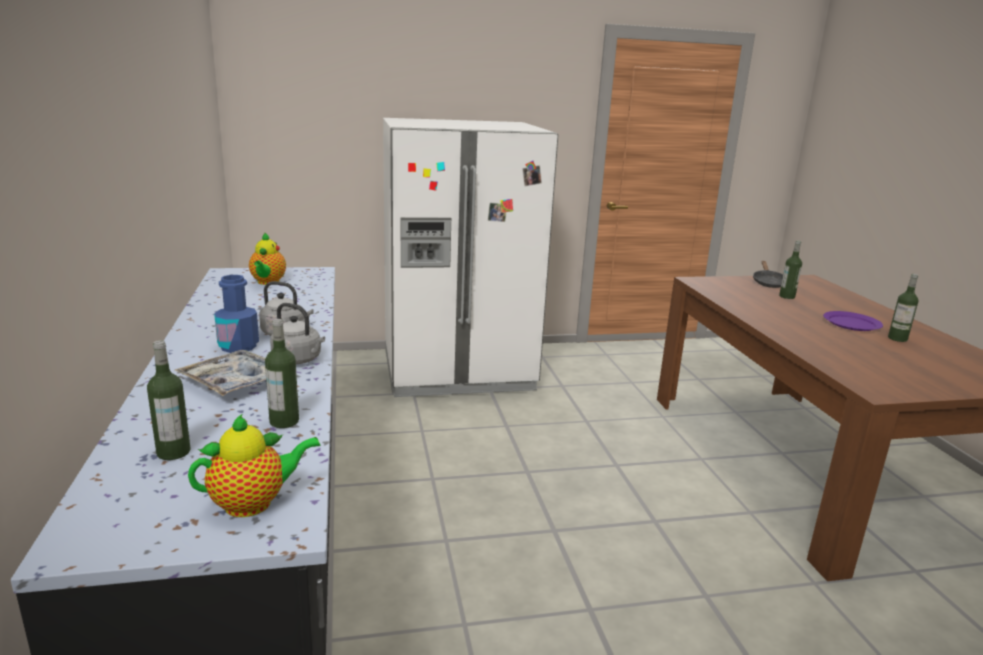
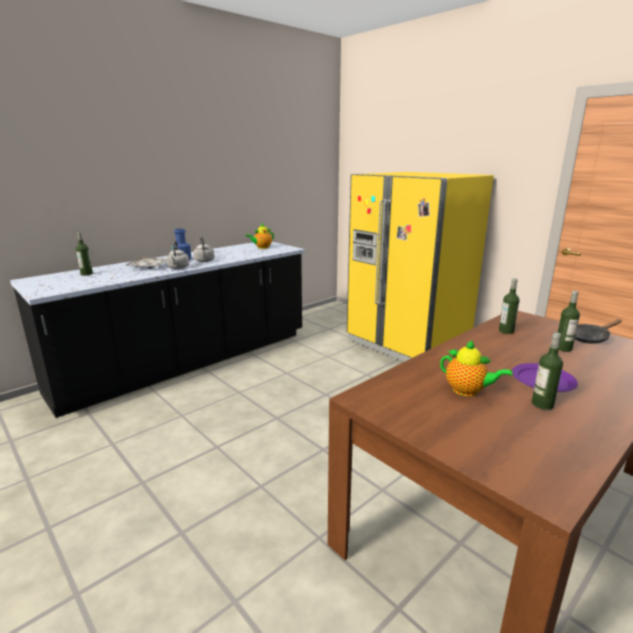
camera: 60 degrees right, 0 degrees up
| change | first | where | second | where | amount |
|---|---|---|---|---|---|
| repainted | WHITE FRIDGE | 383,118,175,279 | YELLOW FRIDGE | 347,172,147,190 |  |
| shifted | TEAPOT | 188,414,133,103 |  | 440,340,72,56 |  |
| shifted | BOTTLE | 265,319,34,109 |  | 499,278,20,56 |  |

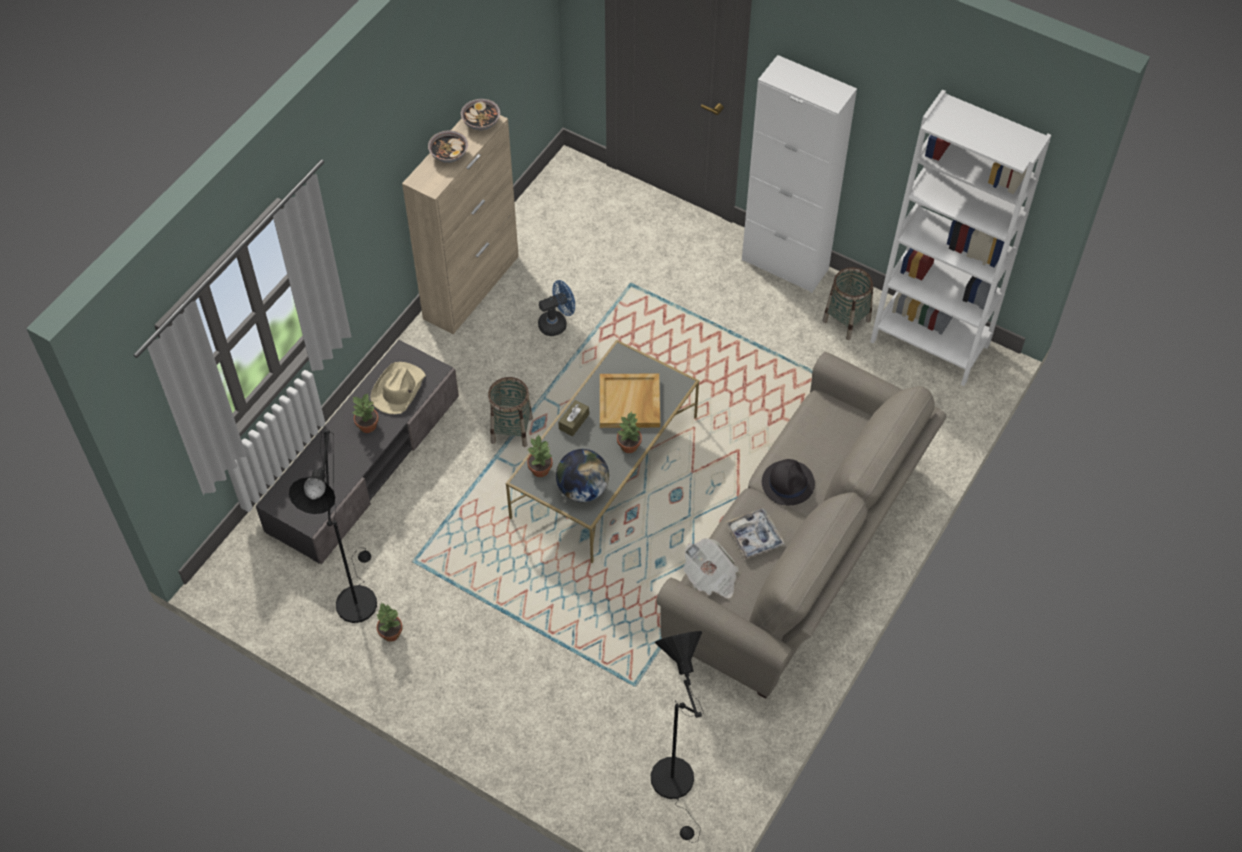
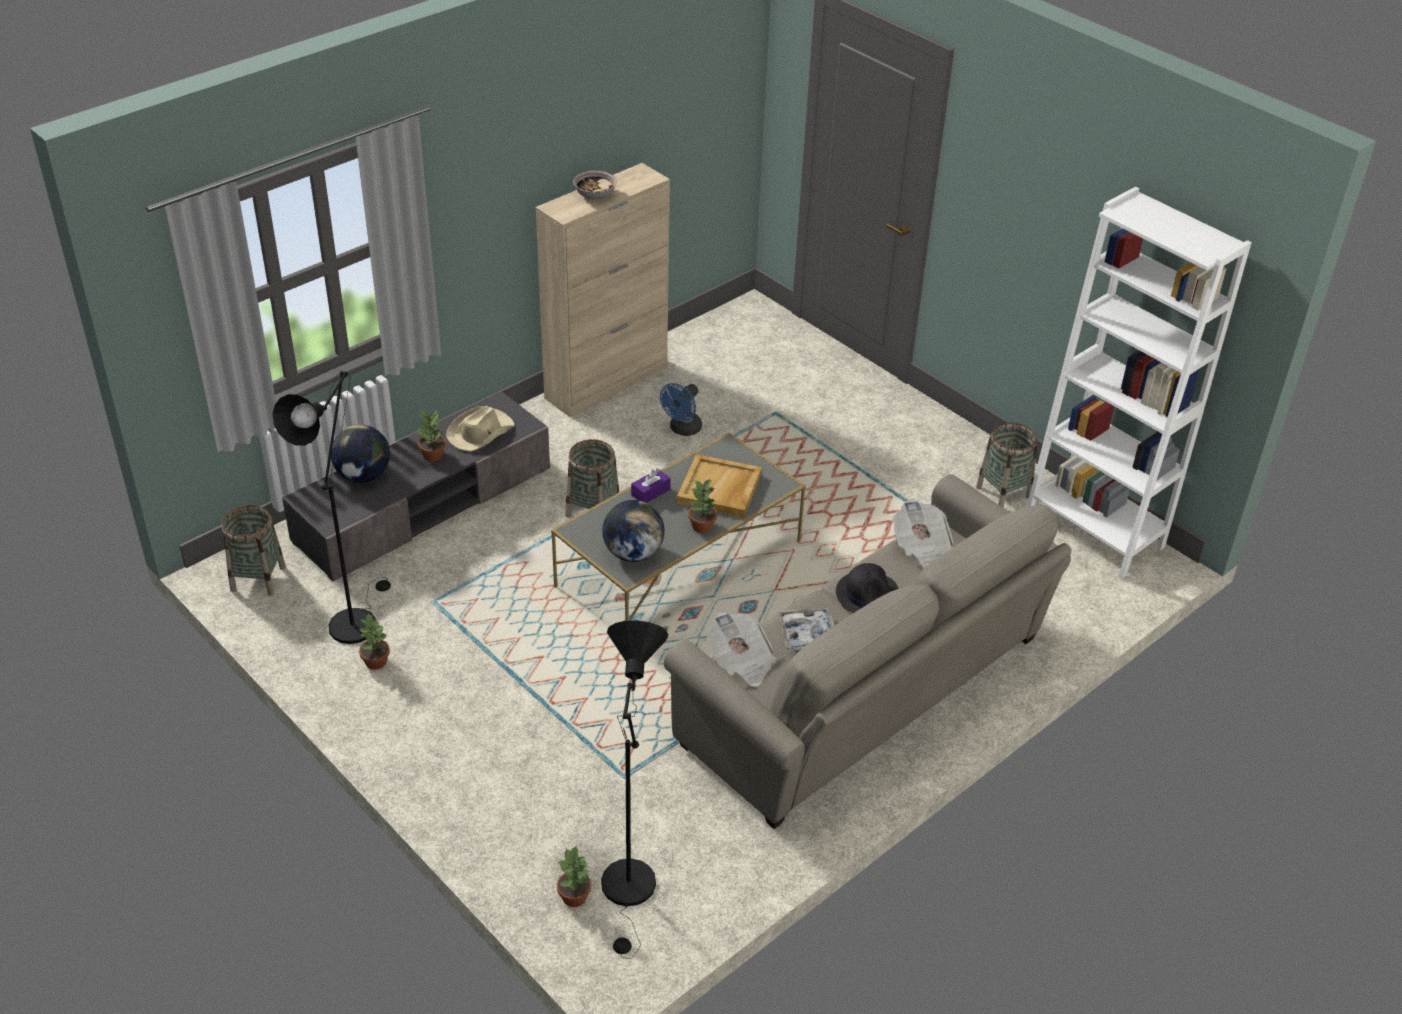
camera: 15 degrees right, 15 degrees down
| change | first | where | second | where | amount |
|---|---|---|---|---|---|
| new |  |  | BASKET | 222,505,64,91 |  |
| new |  |  | GLOBE | 331,424,59,59 |  |
| shifted | POTTED PLANT | 527,434,26,43 |  | 557,846,34,61 |  |
| repainted | BROWN TISSUE BOX | 558,400,31,36 | PURPLE TISSUE BOX | 631,468,40,35 |  |
| rotated | BLUE FAN | 538,280,37,56 |  | 660,383,42,53 | 135 degrees clockwise |
| new |  |  | NEWSPAPER | 893,499,60,70 |  |
| gone | BOWL | 461,99,39,31 |  |  |  |
| gone | WHITE CABINET | 742,55,115,238 |  |  |  |

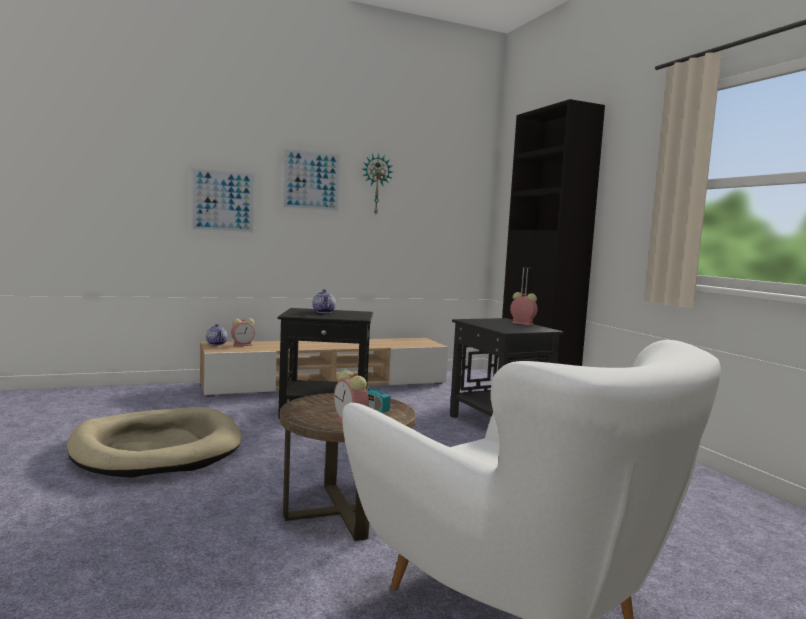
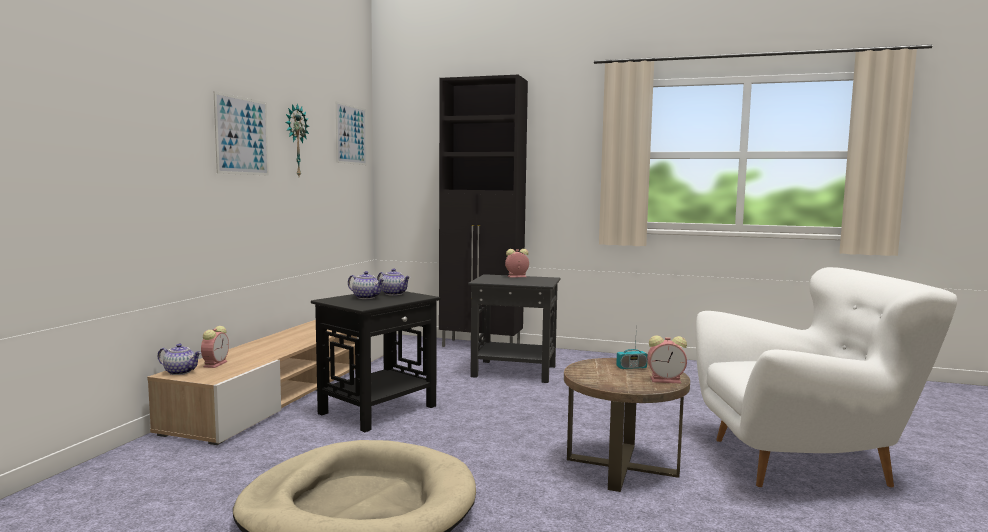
camera: 50 degrees left, 0 degrees up
| change | first | where | second | where | amount |
|---|---|---|---|---|---|
| shifted | PICTURE | 191,167,65,67 |  | 336,101,31,64 |  |
| new |  |  | TEAPOT | 377,269,33,27 |  |

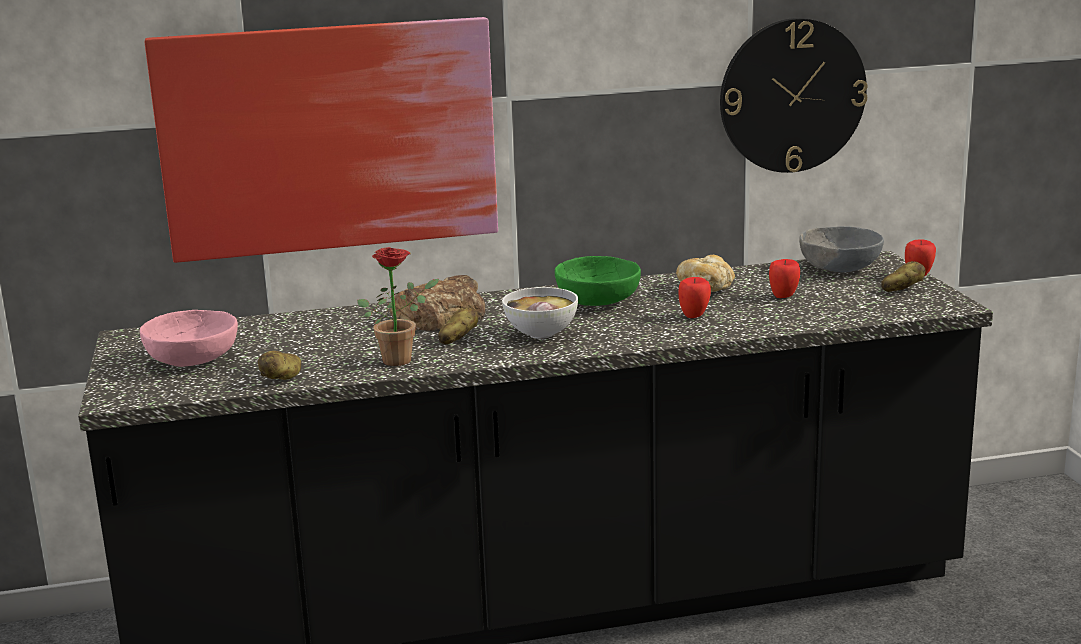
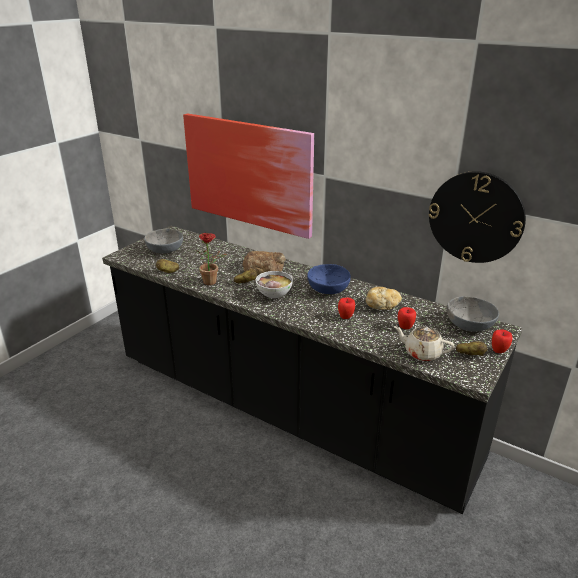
camera: 45 degrees right, 10 degrees up
| change | first | where | second | where | amount |
|---|---|---|---|---|---|
| repainted | PINK BOWL | 140,310,98,57 | GREY BOWL | 144,229,39,25 |  |
| repainted | GREEN BOWL | 555,256,86,50 | BLUE BOWL | 307,264,44,30 |  |
| new |  |  | BEIGE TEAPOT | 394,326,61,35 |  |

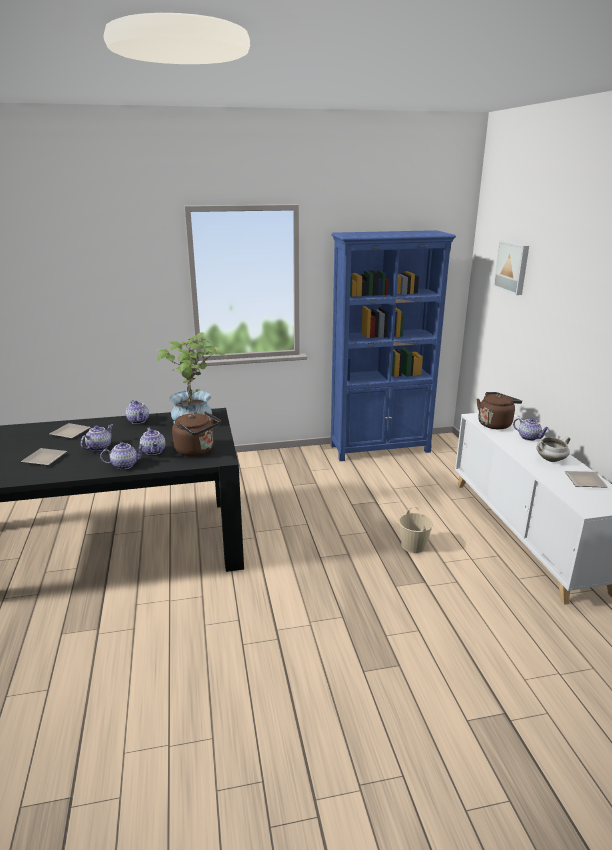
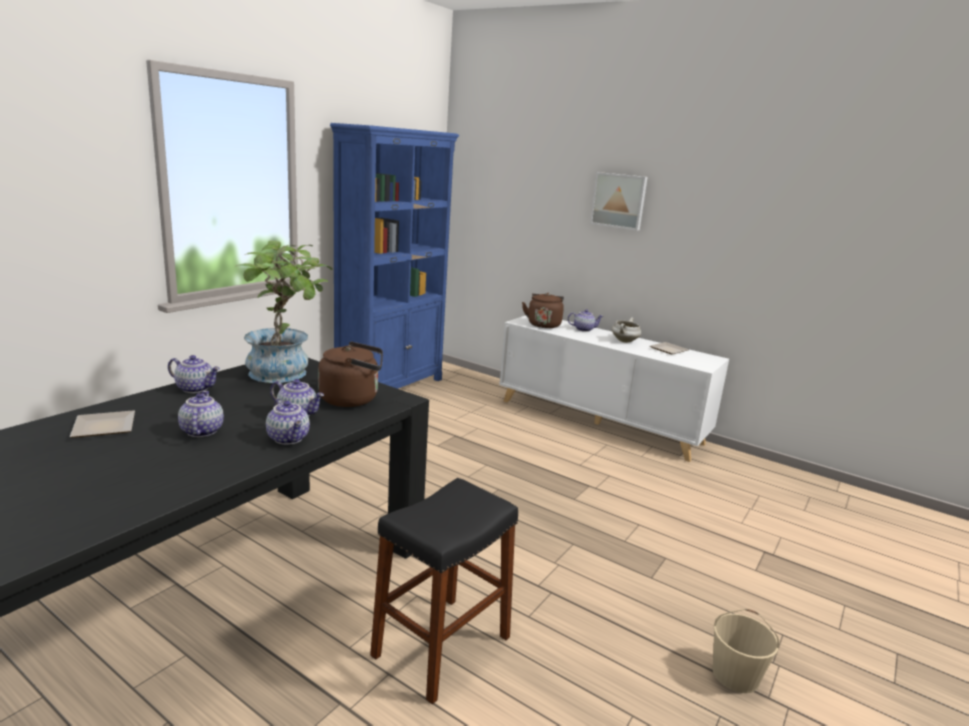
camera: 45 degrees left, 5 degrees down
| change | first | where | second | where | amount |
|---|---|---|---|---|---|
| rotated | TEAPOT | 100,442,45,27 |  | 266,399,44,46 | 120 degrees clockwise |
| new |  |  | BLACK STOOL | 370,478,148,226 |  |
| shifted | PICTURE | 493,240,36,55 |  | 590,172,58,59 |  |
| shifted | BEIGE BUCKET | 399,507,34,46 |  | 712,609,68,84 |  |
| gone | PLATE | 21,448,46,17 |  |  |  |

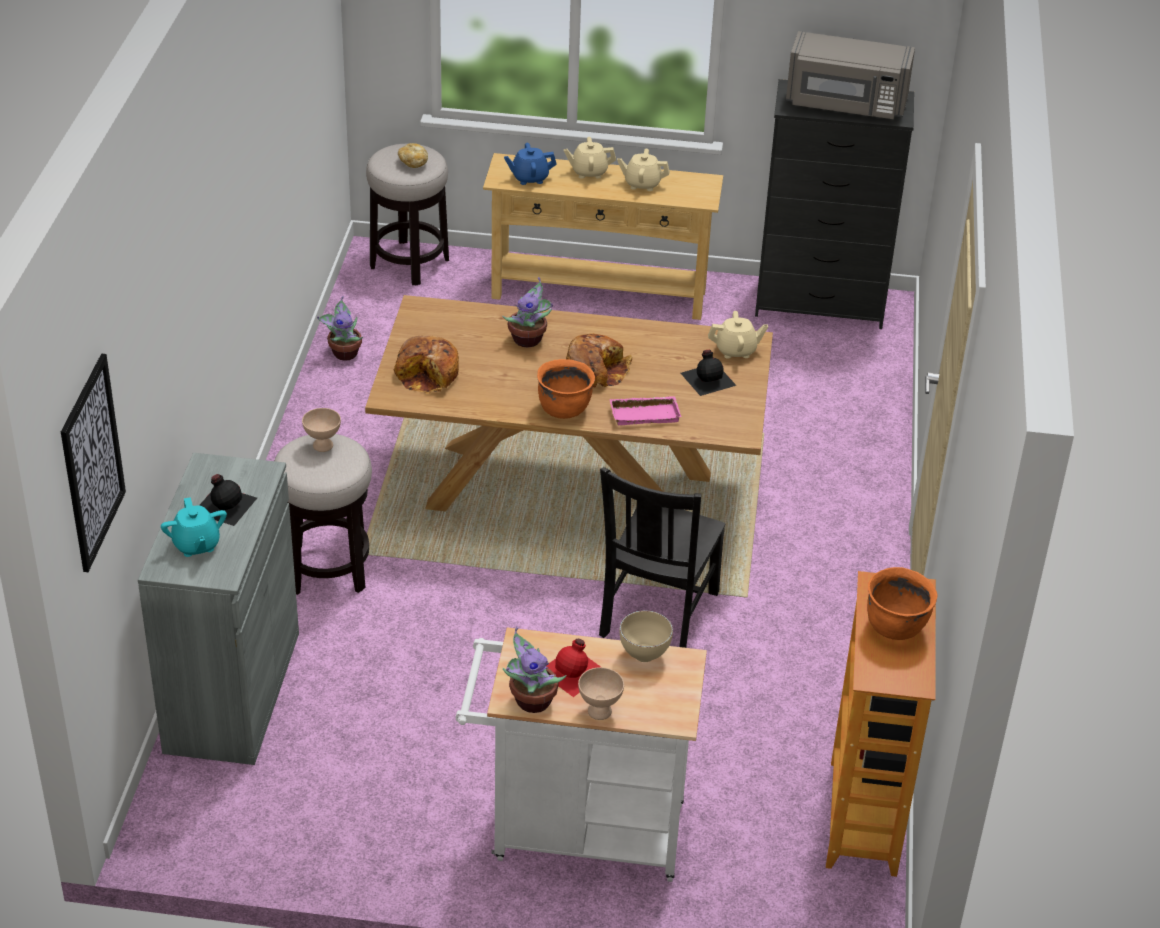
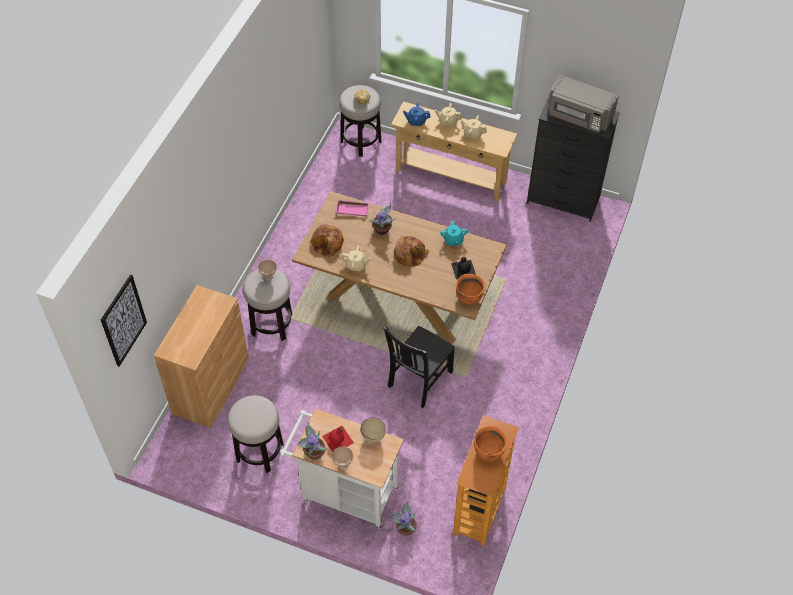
camera: 15 degrees right, 15 degrees up
| change | first | where | second | where | amount |
|---|---|---|---|---|---|
| repainted | GREY CABINET | 138,453,161,312 | BROWN CABINET | 154,285,95,143 |  |
| new |  |  | STOOL | 228,395,56,78 |  |
| shifted | PINK TRAY | 609,396,72,29 |  | 336,200,33,16 |  |
| shifted | BEIGE TEAPOT | 708,311,60,48 |  | 341,245,30,26 |  |
| shifted | POTTED PLANT | 317,296,46,65 |  | 390,500,26,36 |  |
| shifted | TURQUOISE TEAPOT | 161,497,66,60 |  | 440,221,28,25 |  |
| shifted | ORANGE COOKING POT | 537,359,58,60 |  | 456,274,29,31 |  |
| gone | BLACK BOTTLE | 199,474,58,52 |  |  |  |

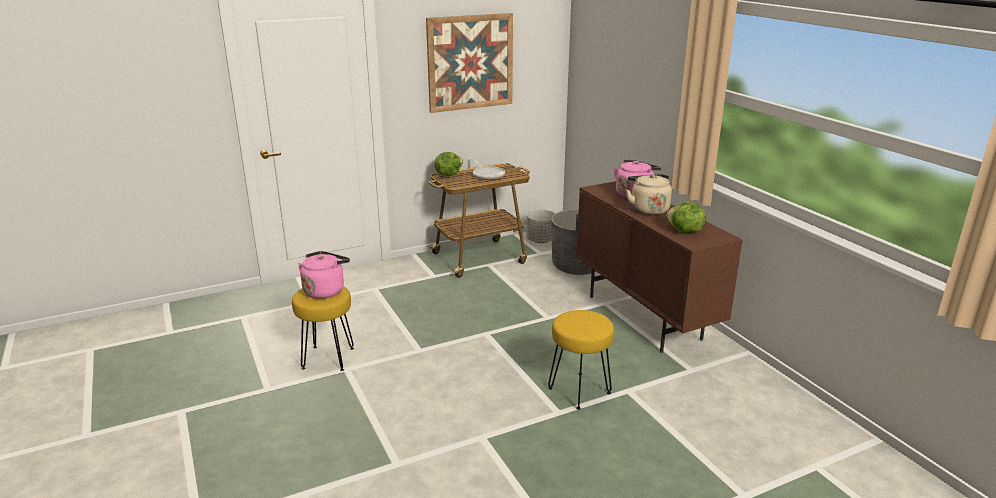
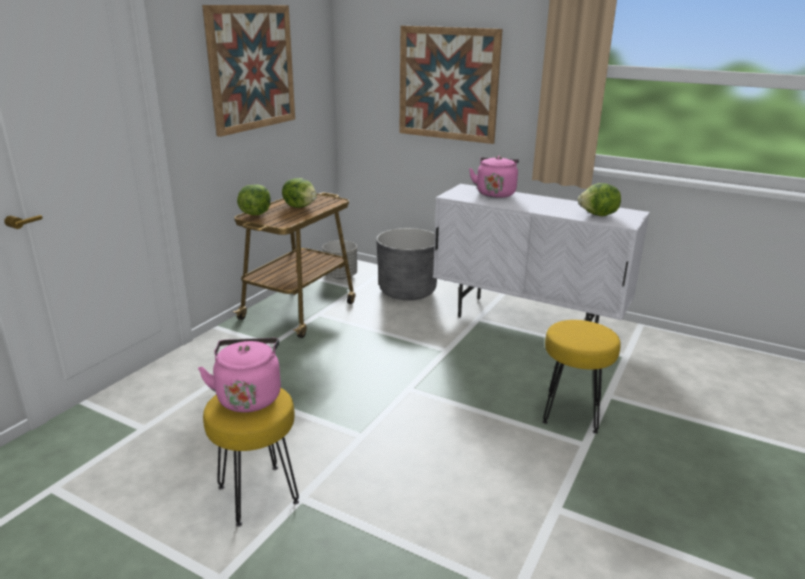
camera: 35 degrees left, 0 degrees up
| change | first | where | second | where | amount |
|---|---|---|---|---|---|
| swapped | FRYING PAN | 470,158,35,22 | LETTUCE | 282,178,35,30 |  |
| new |  |  | PICTURE | 400,26,103,118 |  |
| repainted | BROWN CABINET | 576,181,167,172 | WHITE CABINET | 433,184,217,139 |  |
| gone | BEIGE KETTLE | 626,174,46,41 |  |  |  |

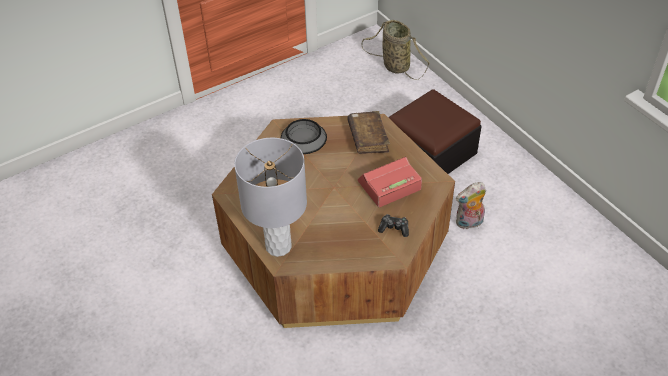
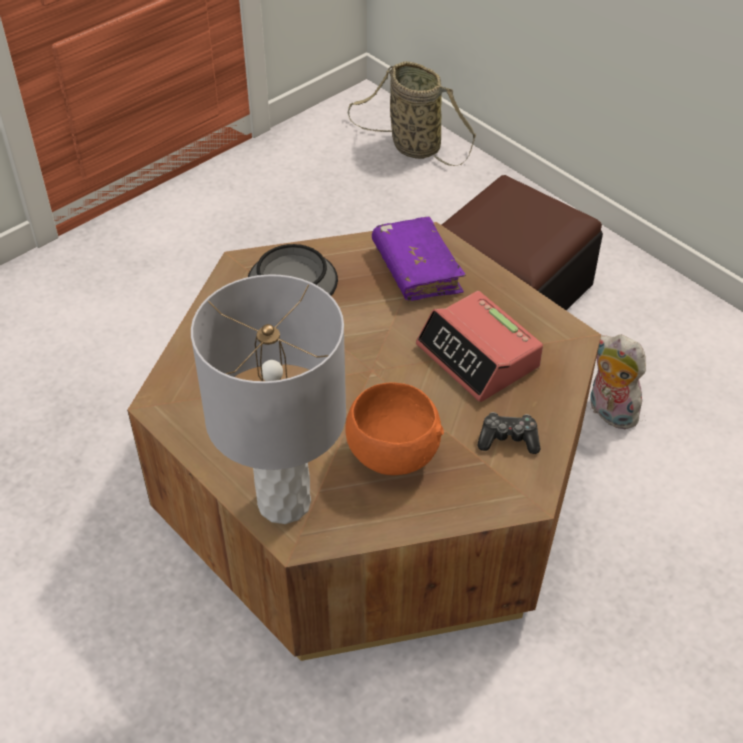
camera: 10 degrees left, 0 degrees up
| change | first | where | second | where | amount |
|---|---|---|---|---|---|
| new |  |  | ORANGE BOWL | 345,382,99,93 |  |
| repainted | BROWN BOOK | 347,111,43,43 | PURPLE BOOK | 372,217,94,84 |  |
| rotated | ALARM CLOCK | 358,157,64,50 |  | 416,291,127,111 | 90 degrees counterclockwise |
| rotated | PLUSH TOY | 456,182,30,47 |  | 590,334,56,96 | 75 degrees clockwise |

